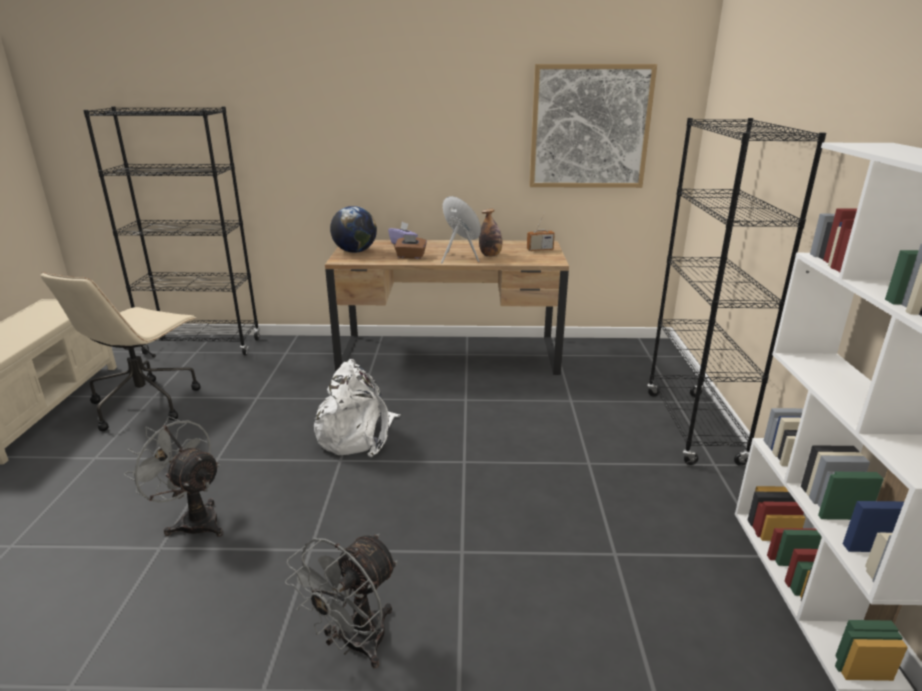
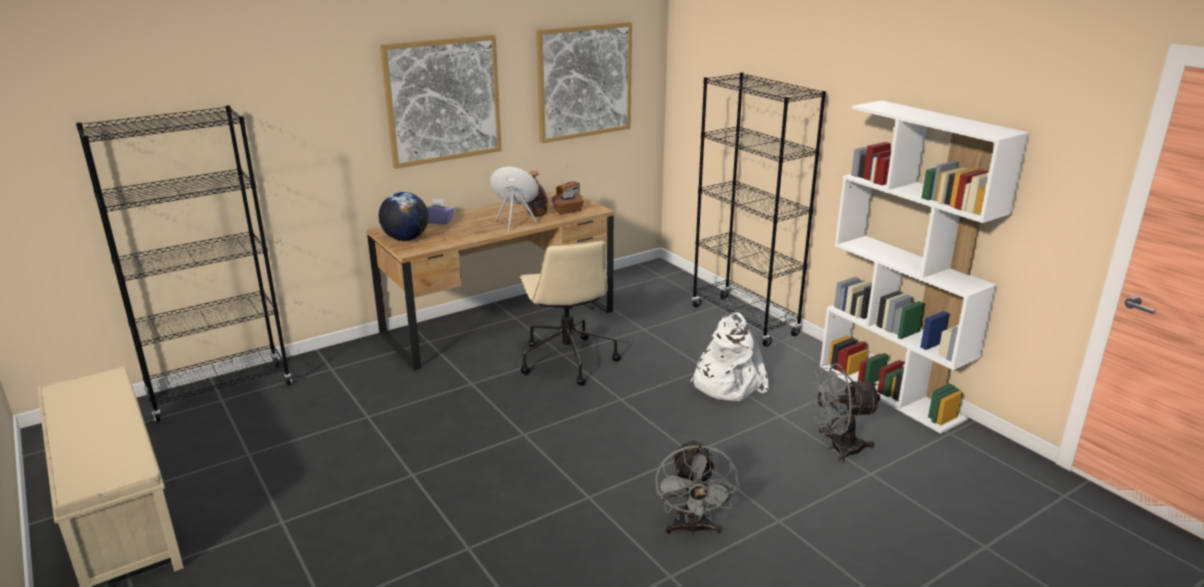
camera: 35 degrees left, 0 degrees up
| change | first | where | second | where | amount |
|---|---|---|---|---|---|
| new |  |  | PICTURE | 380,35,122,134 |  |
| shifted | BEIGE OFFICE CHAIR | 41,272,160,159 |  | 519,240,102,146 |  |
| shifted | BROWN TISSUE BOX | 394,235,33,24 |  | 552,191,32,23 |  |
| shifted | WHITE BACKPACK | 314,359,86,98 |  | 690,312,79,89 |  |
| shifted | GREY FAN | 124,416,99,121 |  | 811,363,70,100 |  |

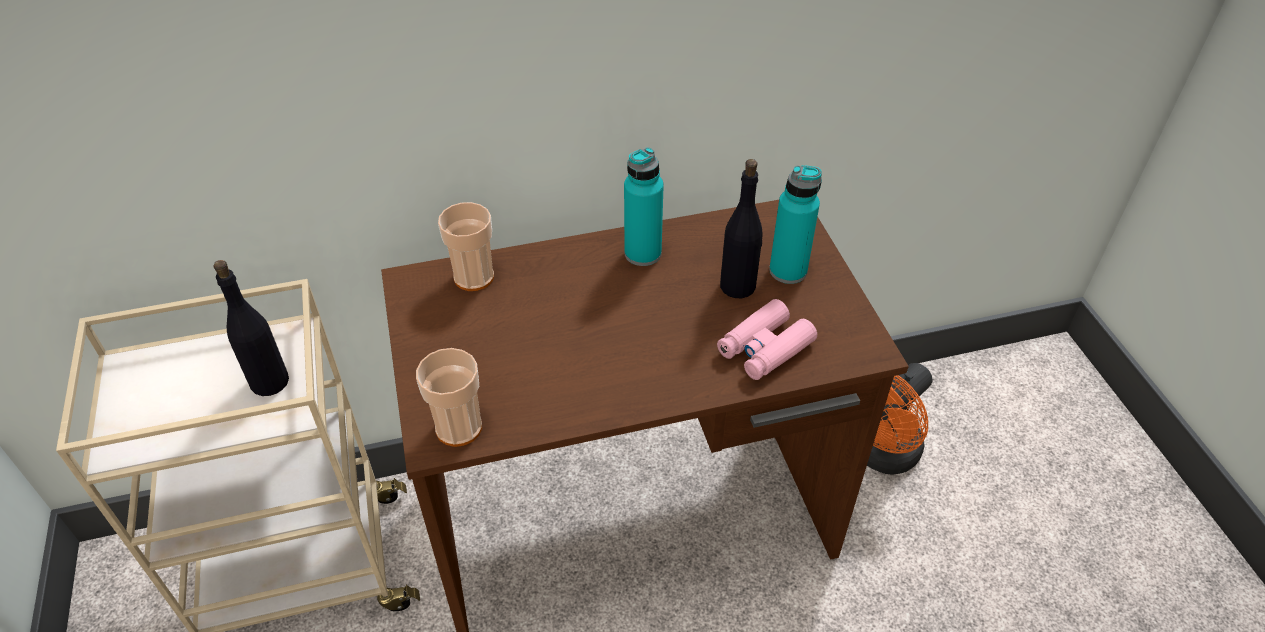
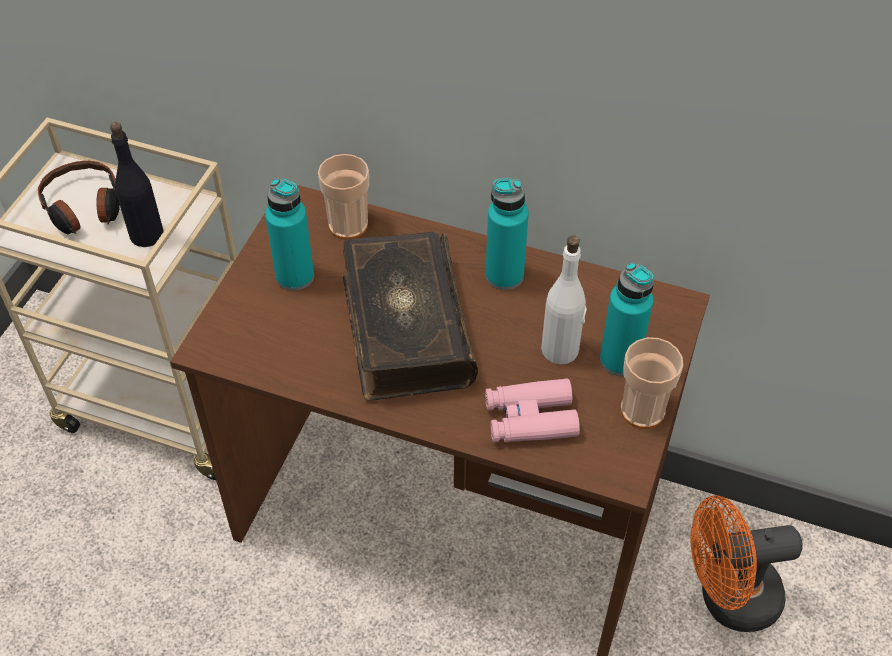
camera: 35 degrees right, 5 degrees up
| change | first | where | second | where | amount |
|---|---|---|---|---|---|
| new |  |  | HEADPHONES | 38,161,82,74 |  |
| new |  |  | TURQUOISE BOTTLE | 265,178,49,113 |  |
| new |  |  | BOOK | 343,231,135,170 |  |
| repainted | BLACK BOTTLE | 720,159,42,139 | WHITE BOTTLE | 541,235,46,129 |  |
| shifted | CUP | 416,348,66,99 |  | 621,337,62,92 |  |

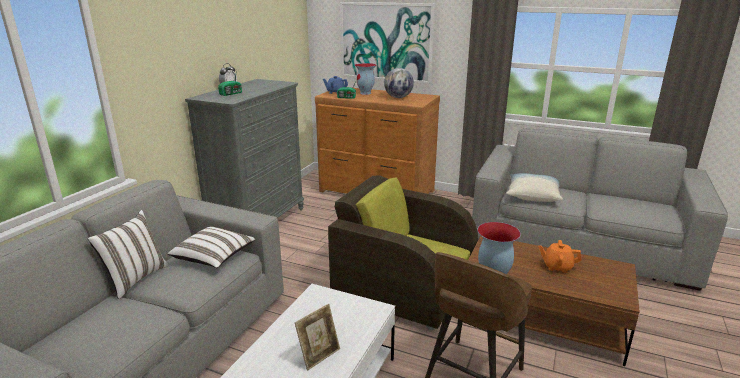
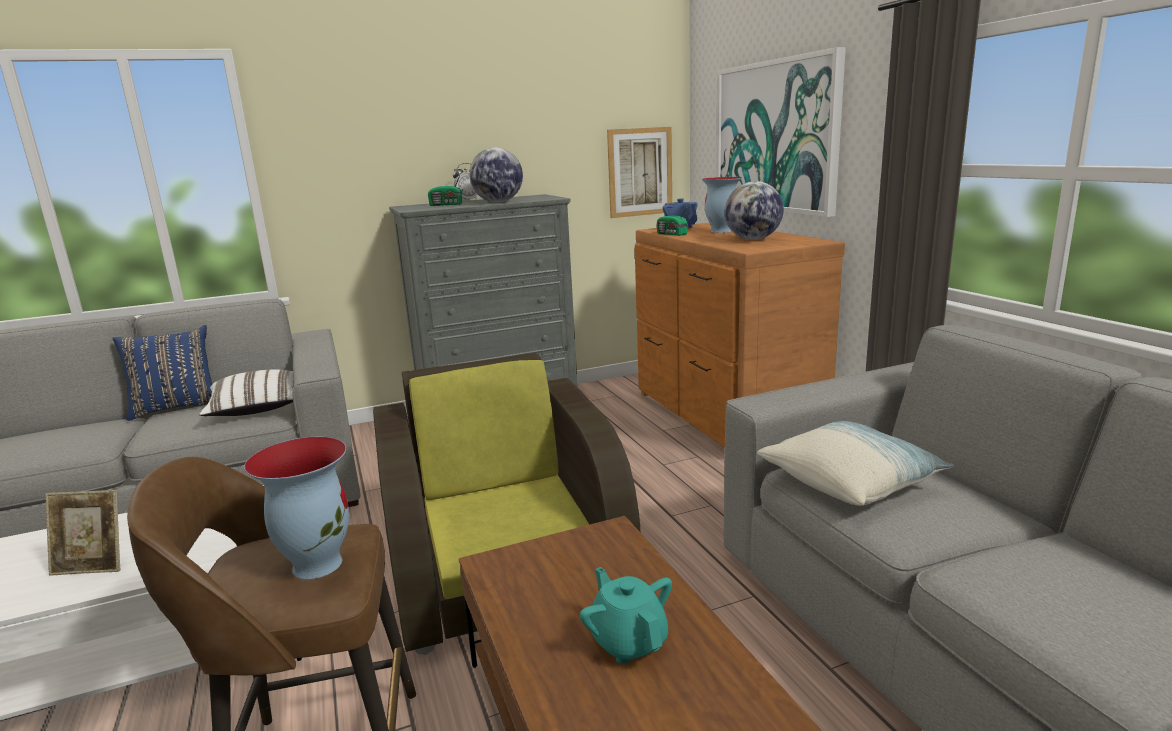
camera: 45 degrees right, 5 degrees down
| change | first | where | second | where | amount |
|---|---|---|---|---|---|
| repainted | WHITE PILLOW | 87,210,82,89 | BLUE PILLOW | 112,325,100,96 |  |
| new |  |  | GLOBE | 469,147,54,56 |  |
| repainted | ORANGE TEAPOT | 538,240,44,33 | TURQUOISE TEAPOT | 580,567,92,97 |  |
| new |  |  | PICTURE | 607,127,65,91 |  |

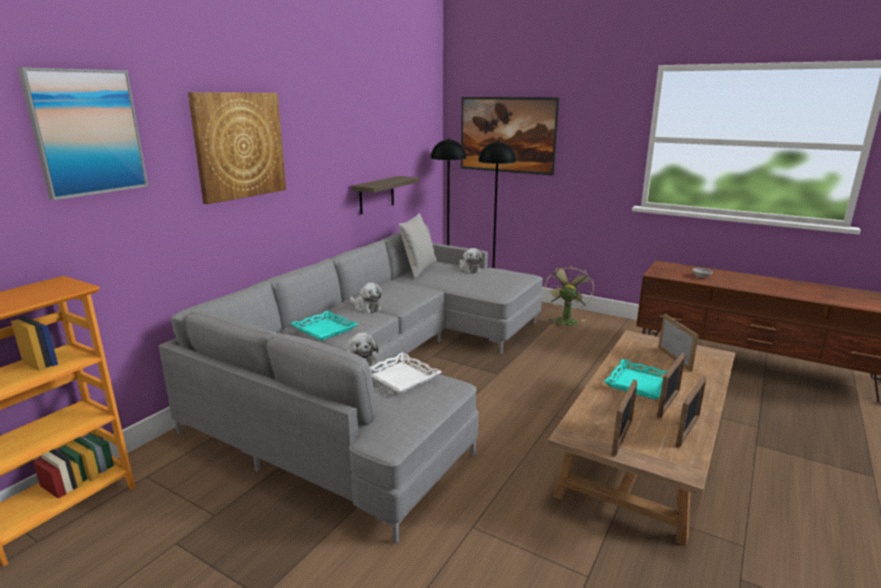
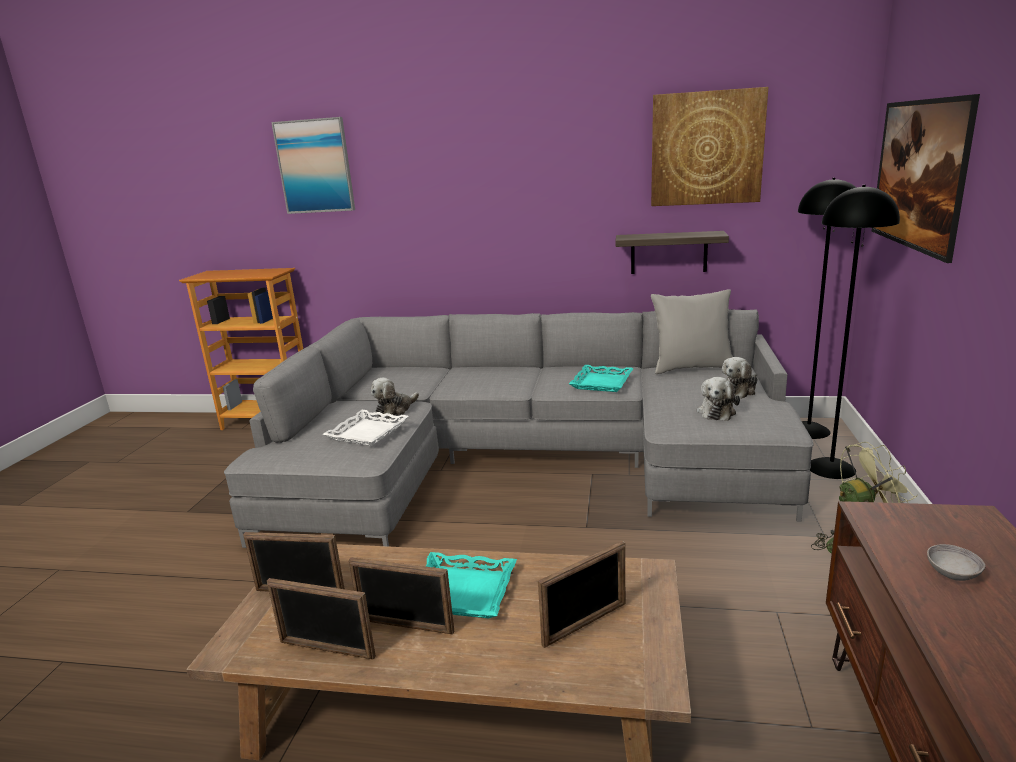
camera: 70 degrees right, 0 degrees up
| change | first | where | second | where | amount |
|---|---|---|---|---|---|
| shifted | TURQUOISE TRAY | 290,311,68,30 |  | 569,365,65,27 |  |
| shifted | PICTURE | 188,92,98,112 |  | 651,87,117,119 |  |
| shifted | PLUSH TOY | 349,282,33,32 |  | 697,377,43,44 |  |

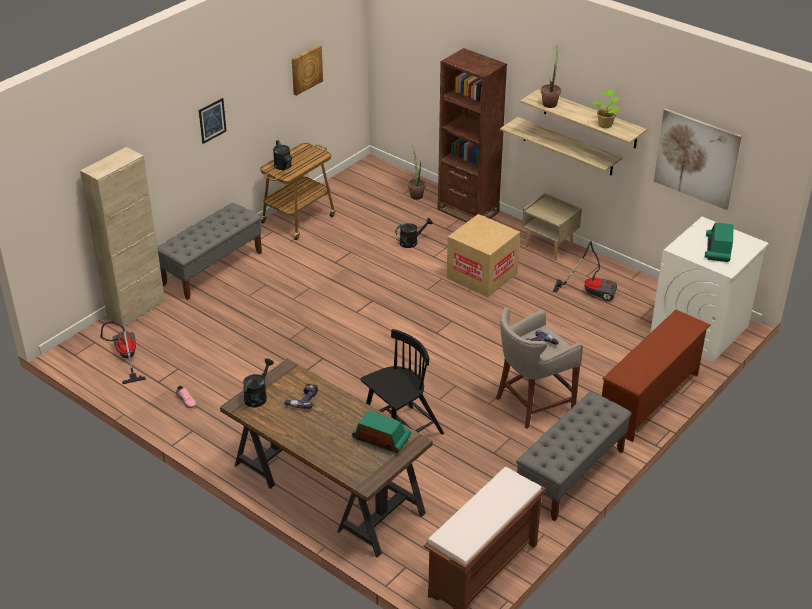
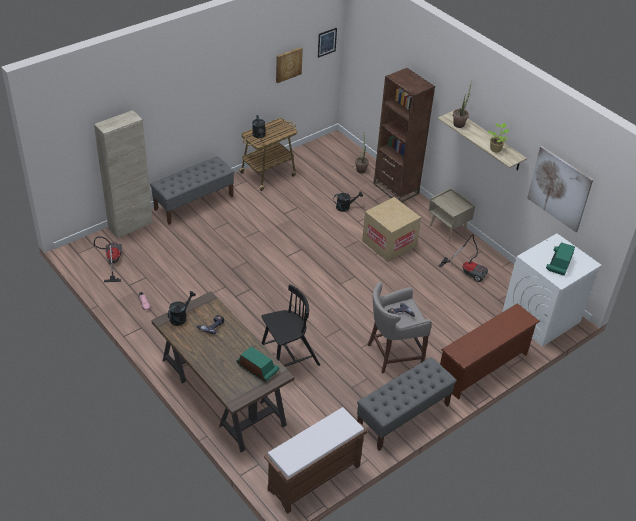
camera: 10 degrees right, 5 degrees up
| change | first | where | second | where | amount |
|---|---|---|---|---|---|
| shifted | PICTURE | 199,98,27,46 |  | 318,28,19,30 |  |
| gone | SHELF | 500,117,122,59 |  |  |  |

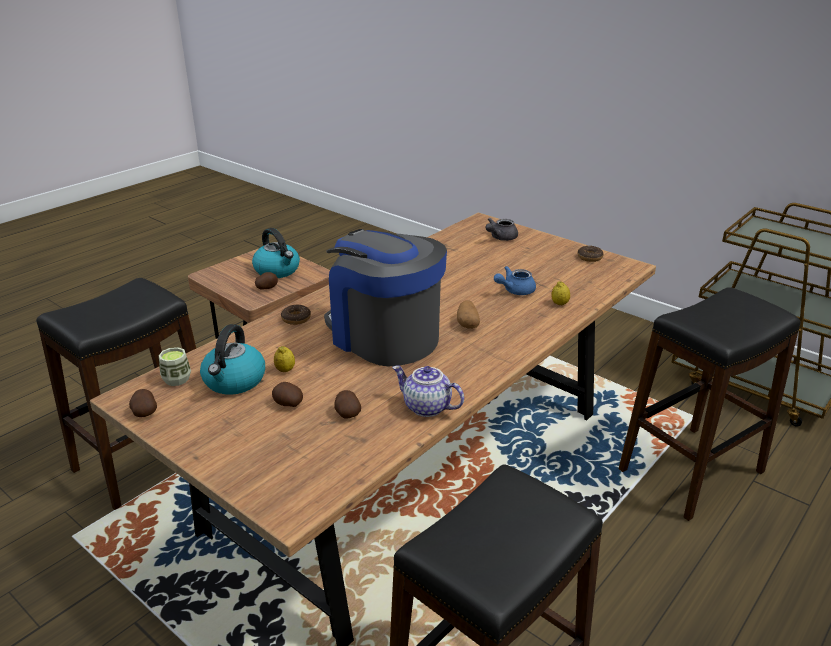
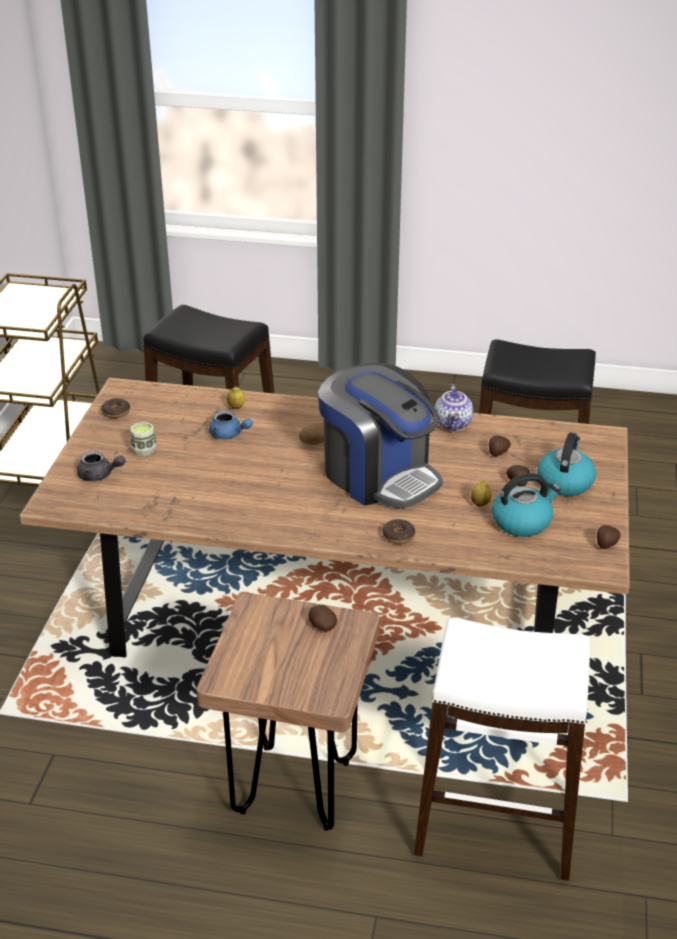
camera: 120 degrees left, 5 degrees up
| change | first | where | second | where | amount |
|---|---|---|---|---|---|
| shifted | CUP | 159,347,32,39 |  | 130,422,27,34 |  |
| rotated | COFFEE MACHINE | 324,229,123,137 |  | 318,362,125,147 | 60 degrees counterclockwise |
| repainted | BLACK STOOL | 36,278,160,232 | WHITE STOOL | 414,618,177,263 |  |
| shifted | KETTLE | 252,228,48,50 |  | 537,432,59,64 |  |

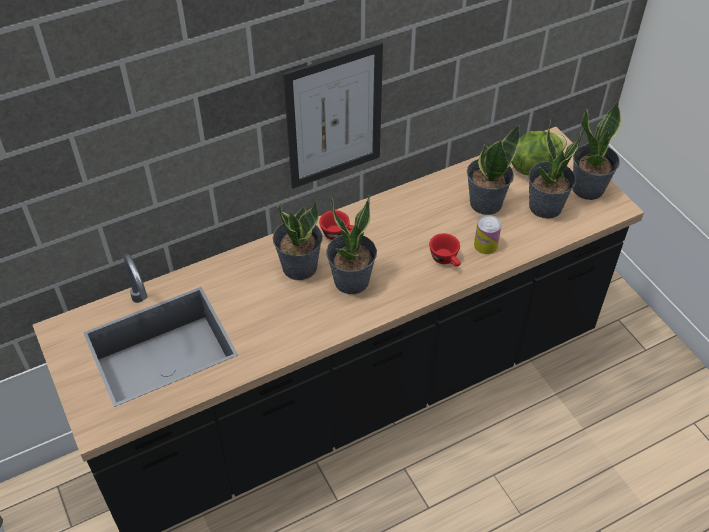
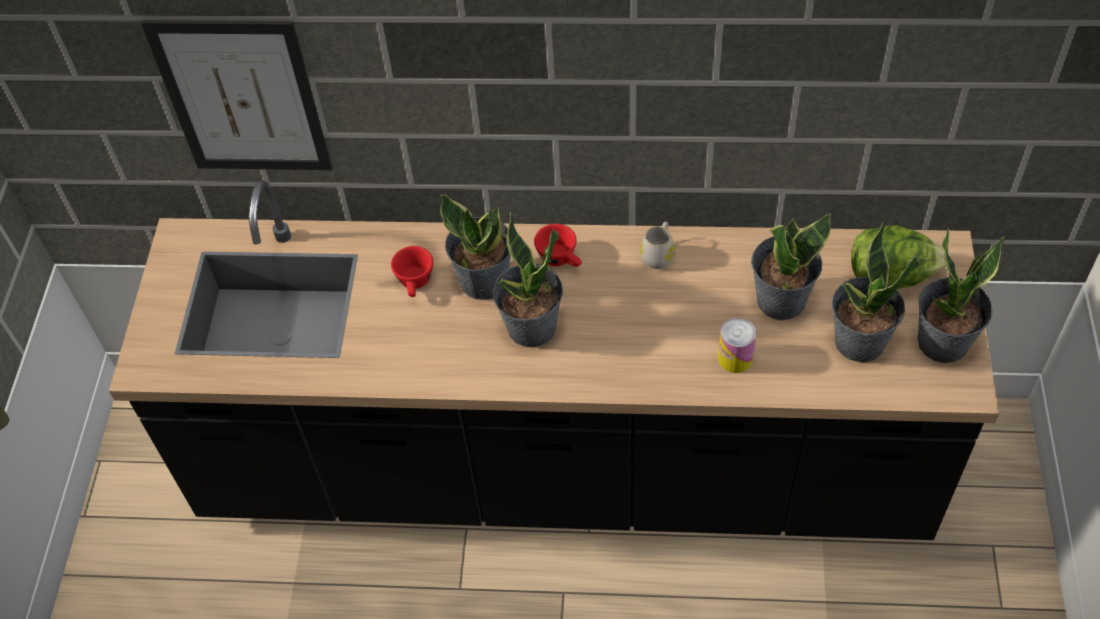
camera: 35 degrees right, 5 degrees up
| change | first | where | second | where | amount |
|---|---|---|---|---|---|
| shifted | PICTURE | 283,42,100,147 |  | 141,20,191,150 |  |
| shifted | RED CUP | 429,233,32,34 |  | 391,246,42,51 |  |
| new |  |  | WHITE MUG | 640,221,35,48 |  |

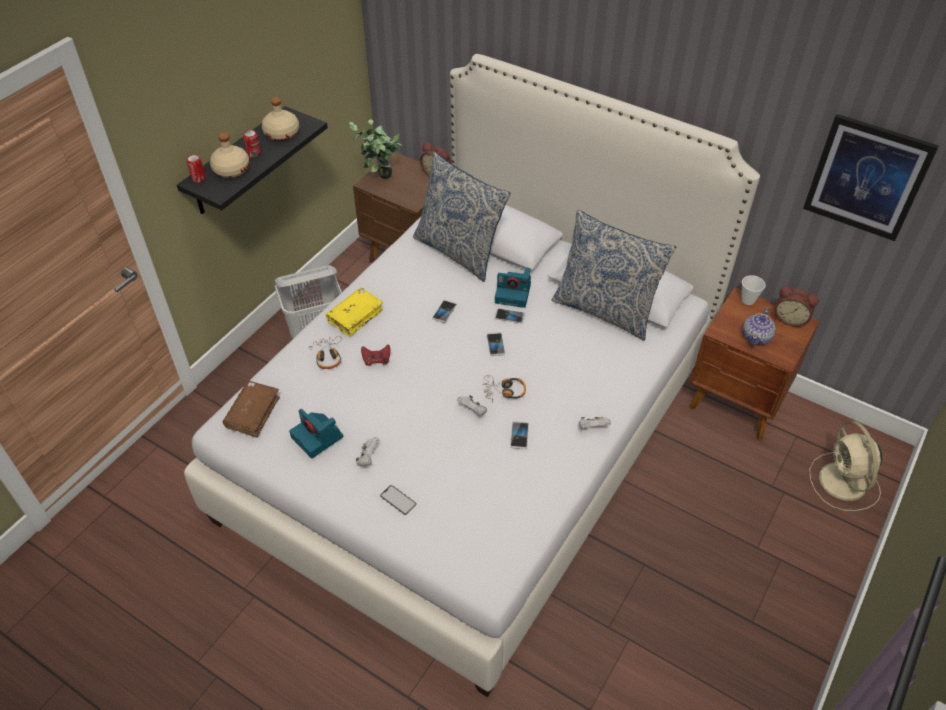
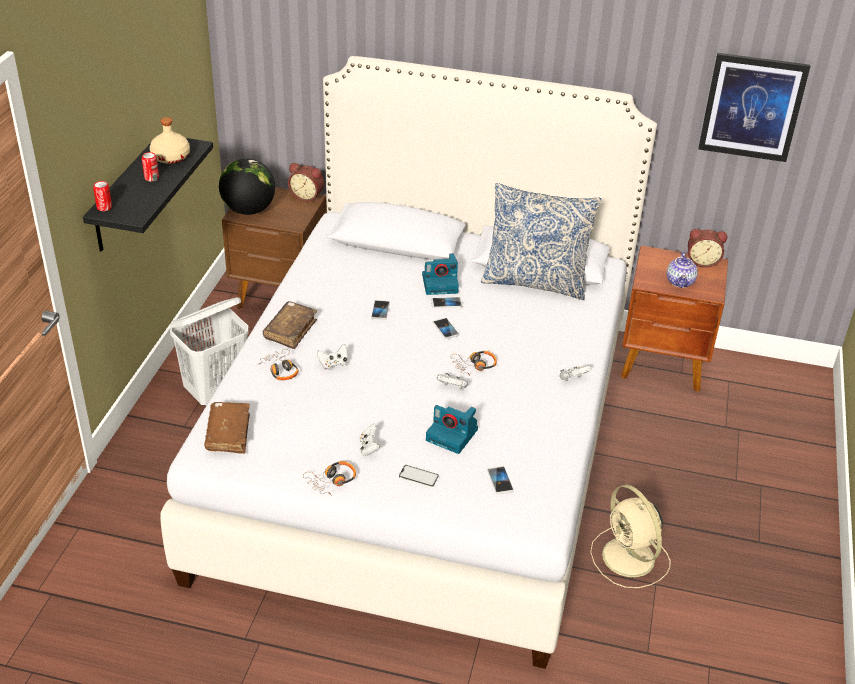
camera: 20 degrees left, 10 degrees down
| change | first | where | second | where | amount |
|---|---|---|---|---|---|
| swapped | POTTED PLANT | 349,119,54,60 | GLOBE | 219,158,56,57 |  |
| repainted | YELLOW BOOK | 326,288,57,49 | BROWN BOOK | 263,301,54,48 |  |
| new |  |  | HEADPHONES | 303,461,53,35 |  |
| repainted | RED GAME CONTROLLER | 361,344,29,22 | WHITE GAME CONTROLLER | 317,344,31,26 |  |
| shifted | PHOTO CAMERA | 289,409,54,50 |  | 426,405,52,49 |  |
| shifted | PHONE | 510,421,19,28 |  | 487,466,27,28 |  |
| shifted | BEIGE FAN | 809,421,73,90 |  | 590,485,80,103 |  |
| gone | BEIGE BOTTLE | 210,133,40,45 |  |  |  |
| gone | PILLOW | 413,152,98,130 |  |  |  |
| gone | CUP | 742,275,24,30 |  |  |  |

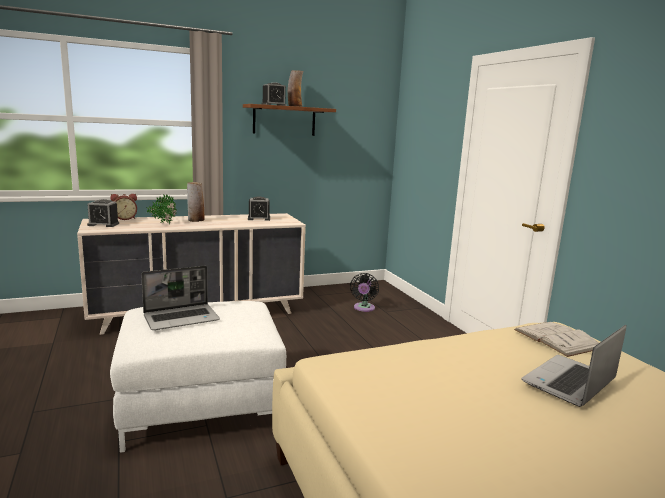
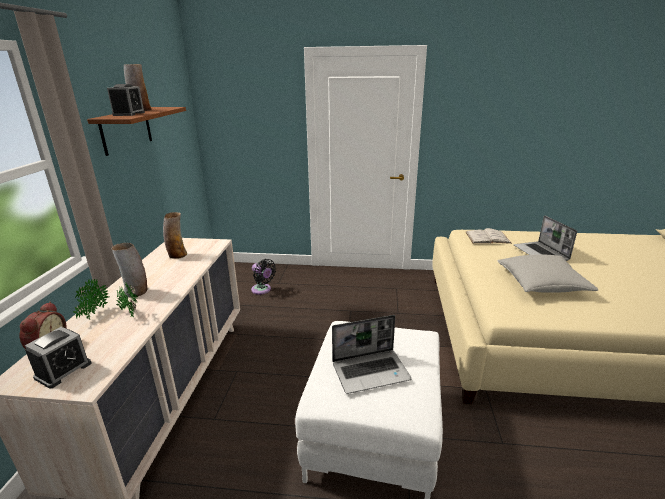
camera: 60 degrees left, 10 degrees up
| change | first | where | second | where | amount |
|---|---|---|---|---|---|
| swapped | ALARM CLOCK | 248,196,22,25 | VASE | 163,212,24,47 |  |
| rotated | LAPTOP | 141,265,79,65 |  | 332,315,80,79 | 75 degrees clockwise |
| new |  |  | GREY PILLOW | 497,254,101,39 |  |

